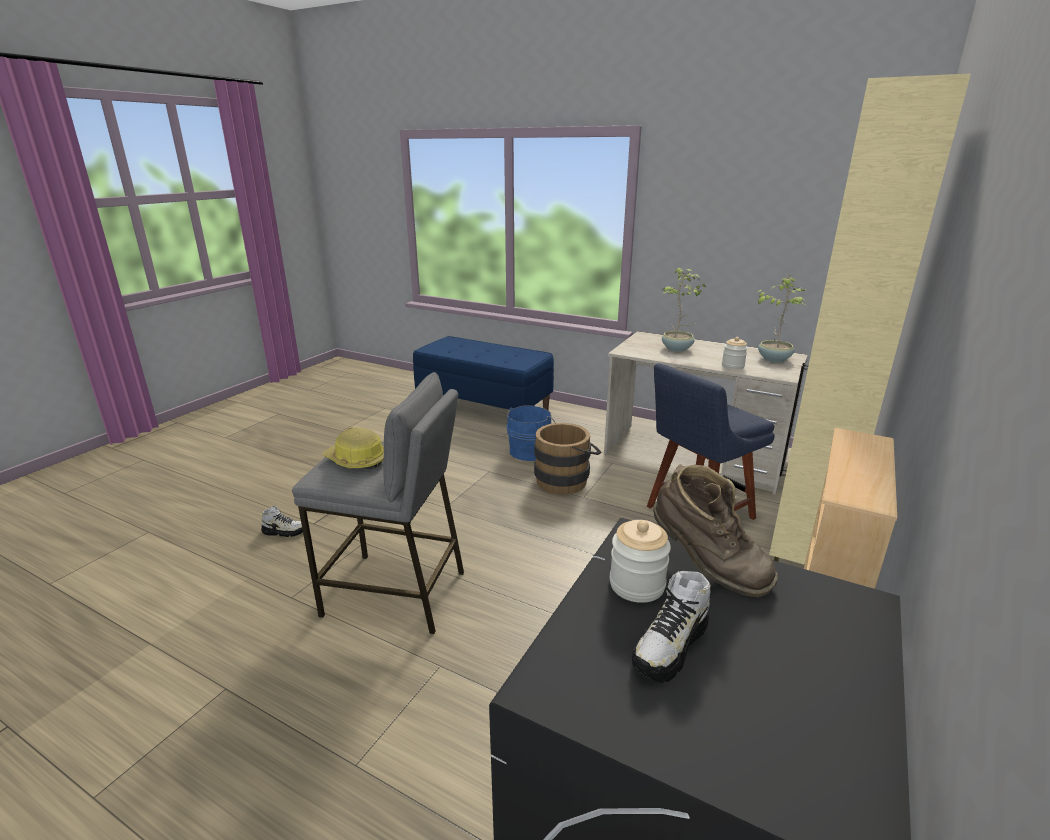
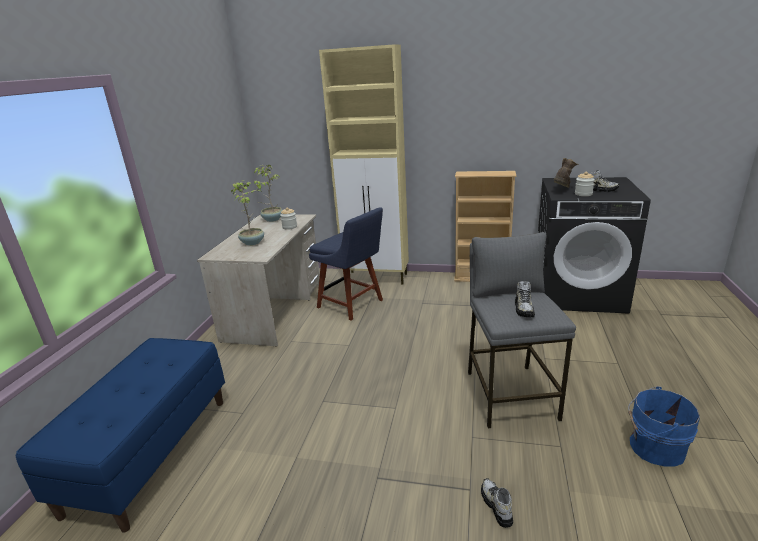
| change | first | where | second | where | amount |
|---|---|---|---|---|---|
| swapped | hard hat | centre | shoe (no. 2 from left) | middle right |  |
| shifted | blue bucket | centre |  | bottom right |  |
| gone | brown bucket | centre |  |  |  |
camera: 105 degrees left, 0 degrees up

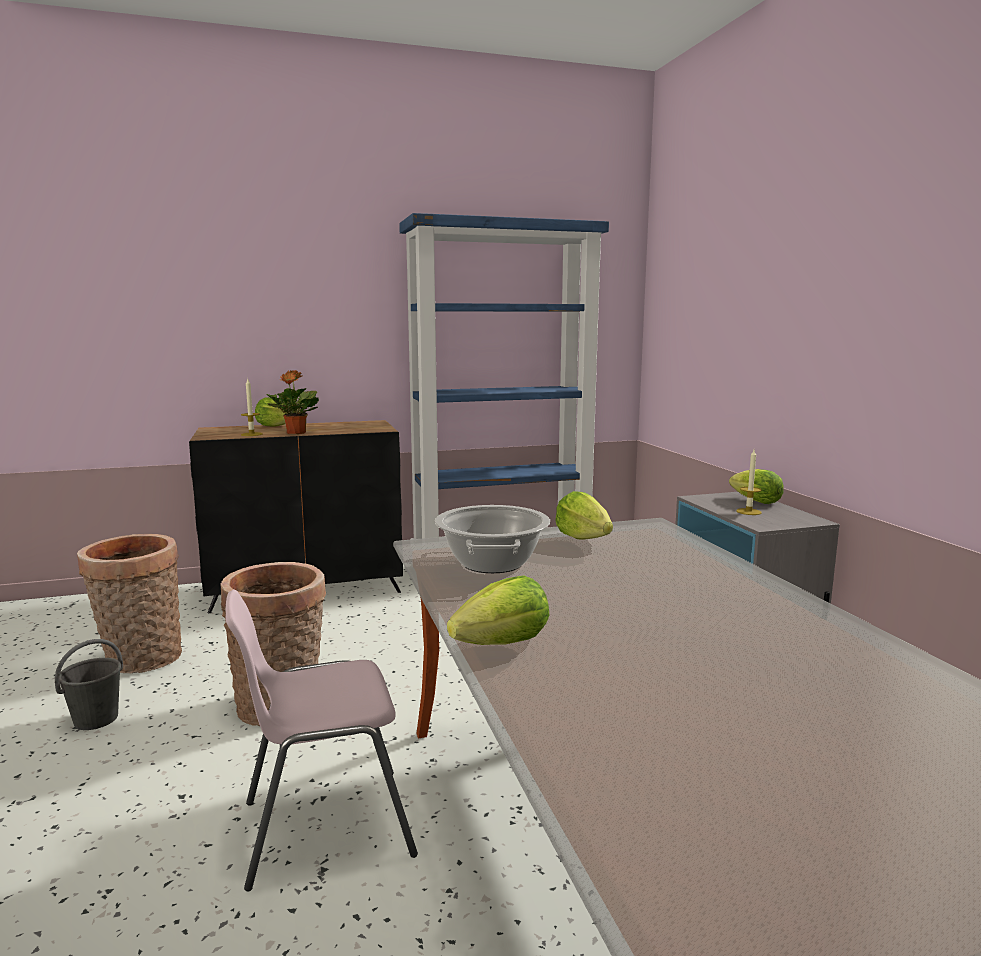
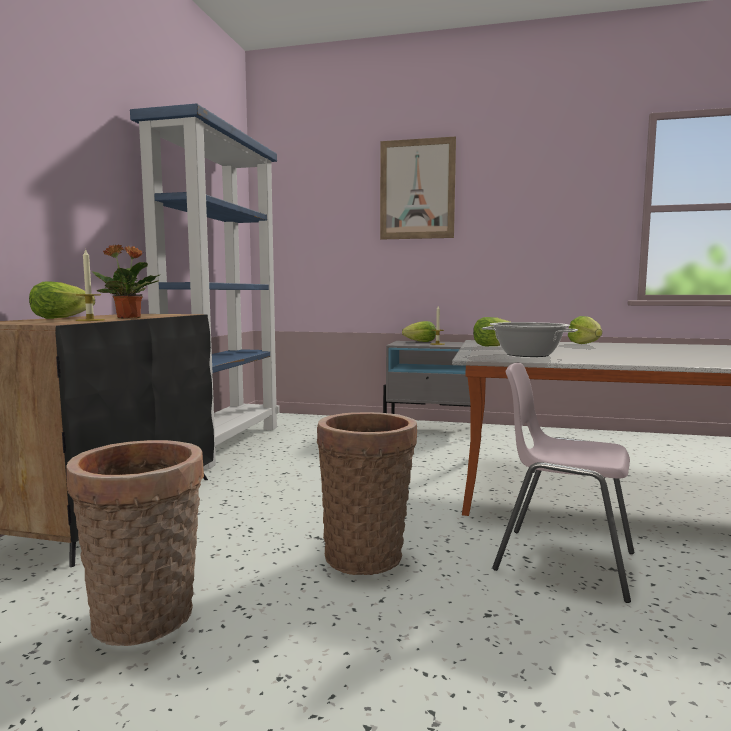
| change | first | where | second | where | amount |
|---|---|---|---|---|---|
| new |  |  | picture | top centre |  |
| rotated | pink chair | bottom left |  | middle right | 105 degrees clockwise |
| shifted | lettuce (no. 2 from left in the first image) | centre | lettuce (no. 4 from left) | middle right |  |
| gone | grey bucket | bottom left |  |  |  |
camera: 60 degrees left, 5 degrees down

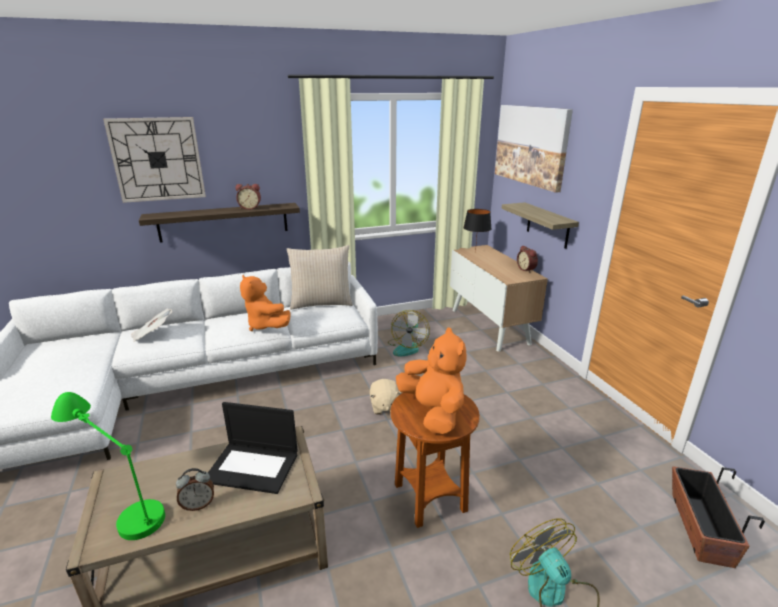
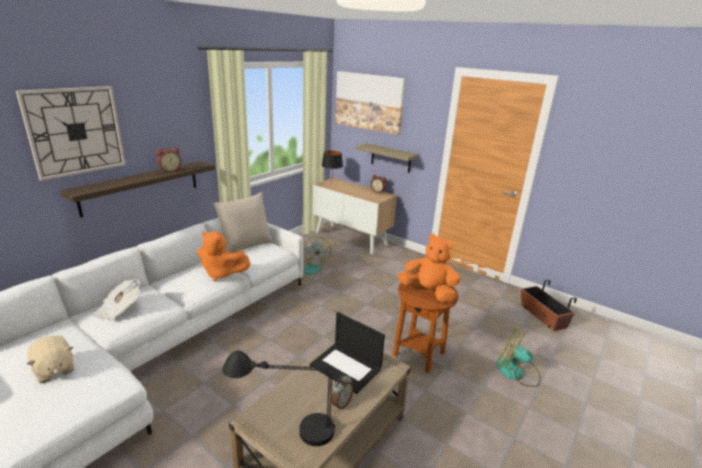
| change | first | where | second | where | amount |
|---|---|---|---|---|---|
| shifted | beige plush toy | centre |  | bottom left |  |
| repainted | green table lamp | bottom left | black table lamp (no. 1 from left) | bottom centre |  |
| rotated | laptop | bottom left |  | bottom centre | 60 degrees clockwise |
camera: 35 degrees left, 0 degrees up

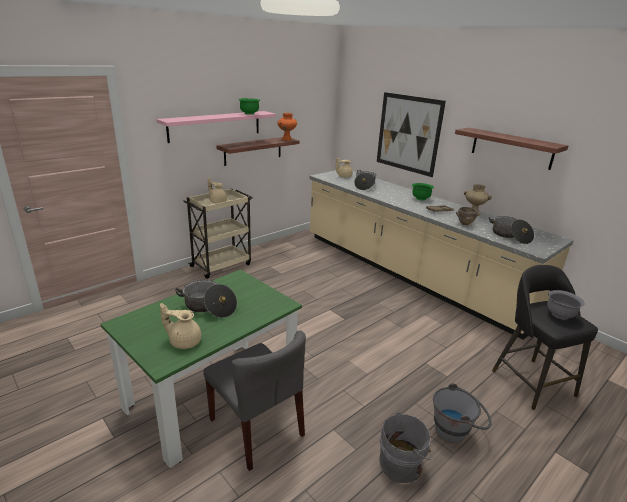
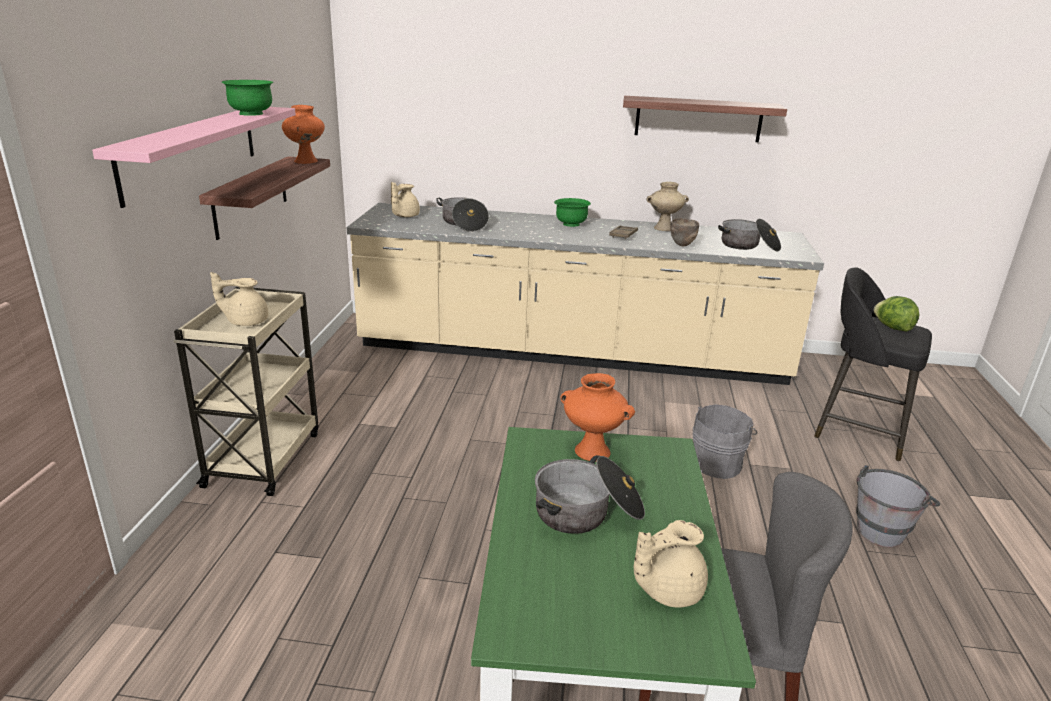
| change | first | where | second | where | amount |
|---|---|---|---|---|---|
| new |  |  | orange vase (no. 2 from left) | centre |  |
| shifted | grey bucket (no. 1 from left) | bottom centre |  | middle right |  |
| swapped | grey bowl | middle right | lettuce | middle right |  |
| gone | picture | top centre |  |  |  |
camera: 40 degrees left, 0 degrees up

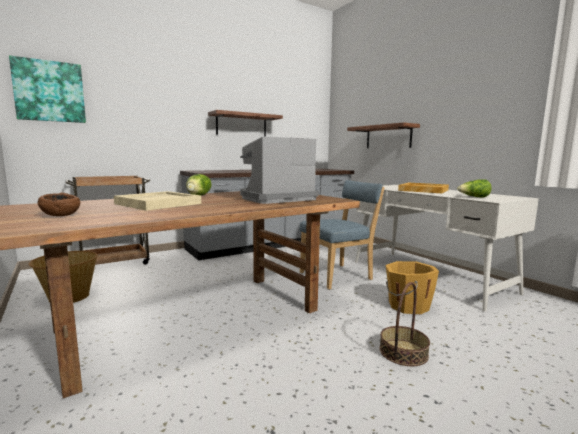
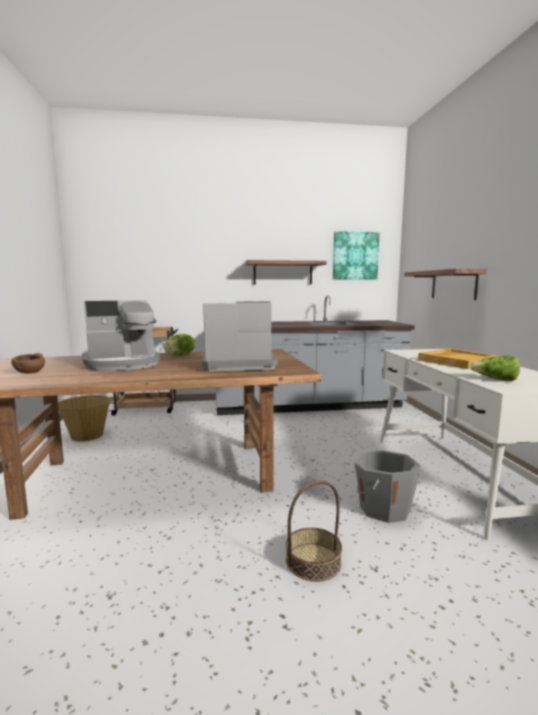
| change | first | where | second | where | amount |
|---|---|---|---|---|---|
| swapped | beige tray (no. 1 from left) | middle left | coffee machine (no. 1 from left) | middle left |  |
| shifted | picture | top left |  | centre |  |
| repainted | orange bucket | middle right | grey bucket | bottom right |  |
| gone | blue chair | centre |  |  |  |
camera: 25 degrees right, 0 degrees up

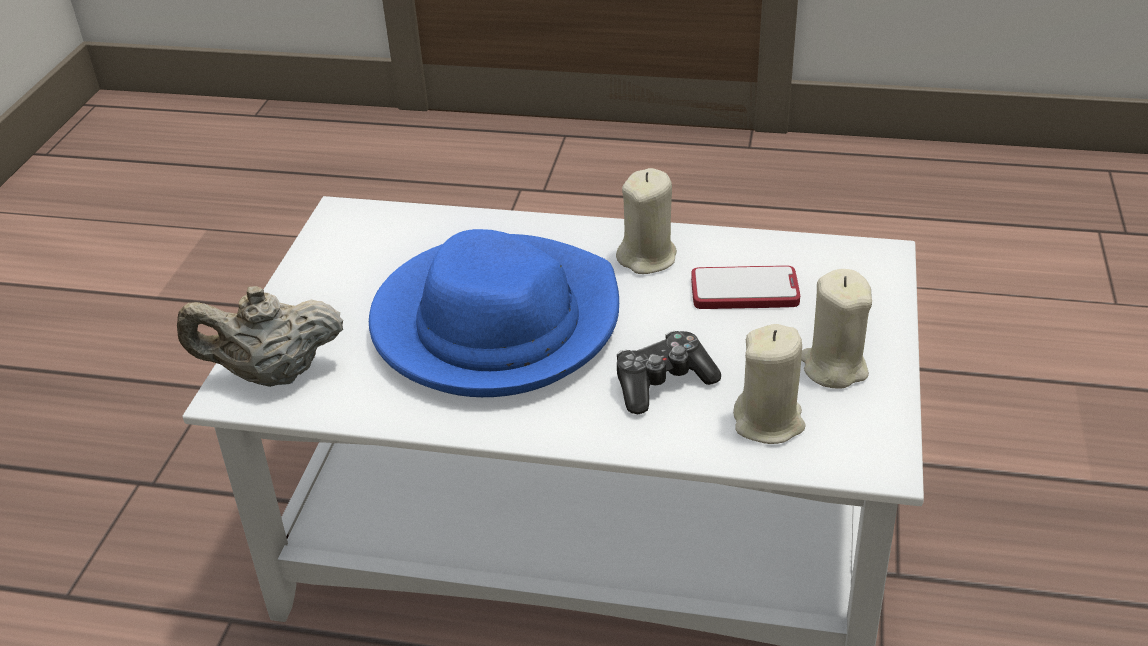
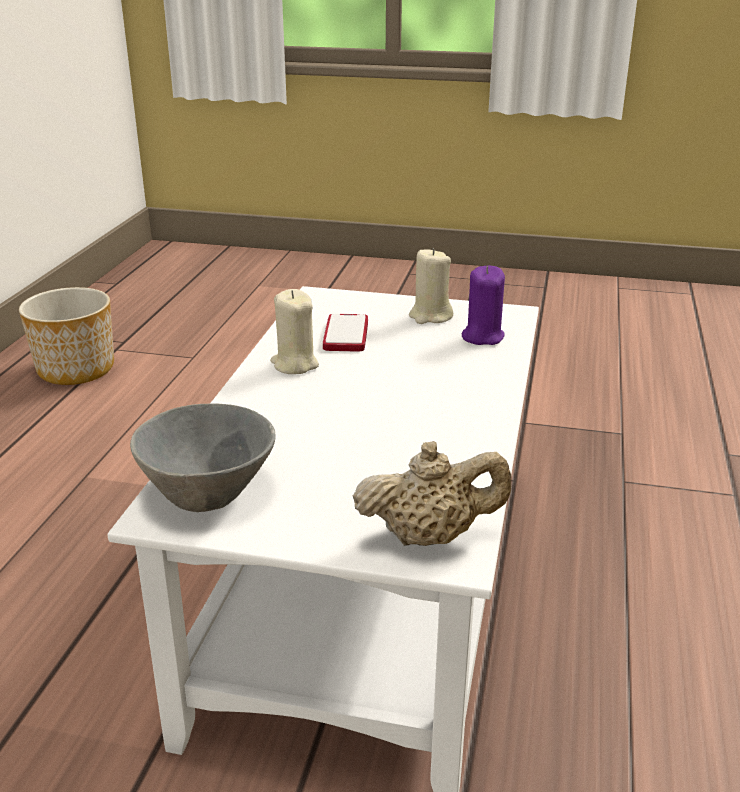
| change | first | where | second | where | amount |
|---|---|---|---|---|---|
| new |  |  | planter | middle left |  |
| new |  |  | grey bowl | middle left |  |
| rotated | beige teapot | middle left |  | centre | 90 degrees counterclockwise |
| repainted | beige candle (no. 2 from left) | middle right | purple candle | centre |  |
| gone | blue hat | centre |  |  |  |
| gone | game controller | centre |  |  |  |
camera: 90 degrees left, 10 degrees down

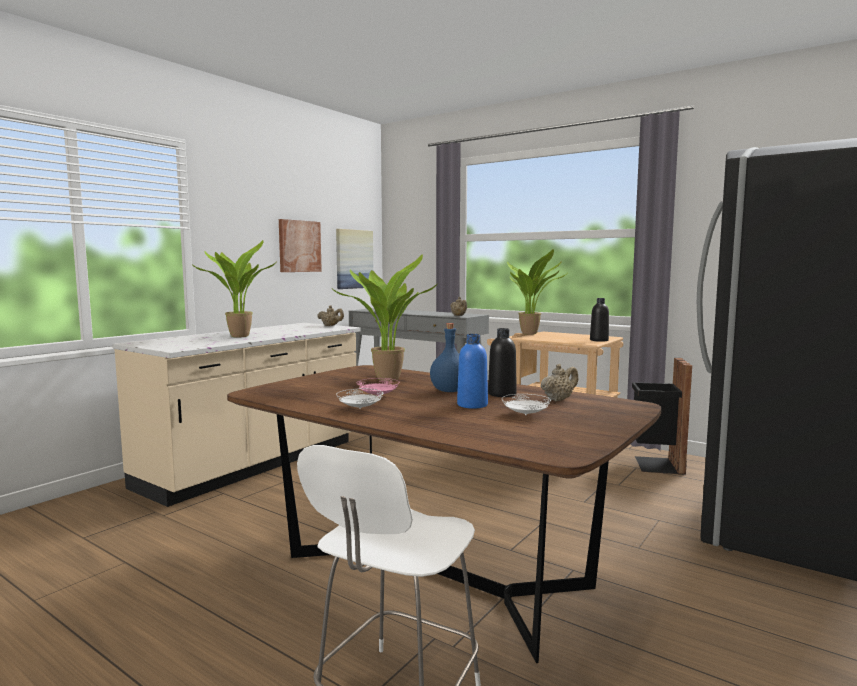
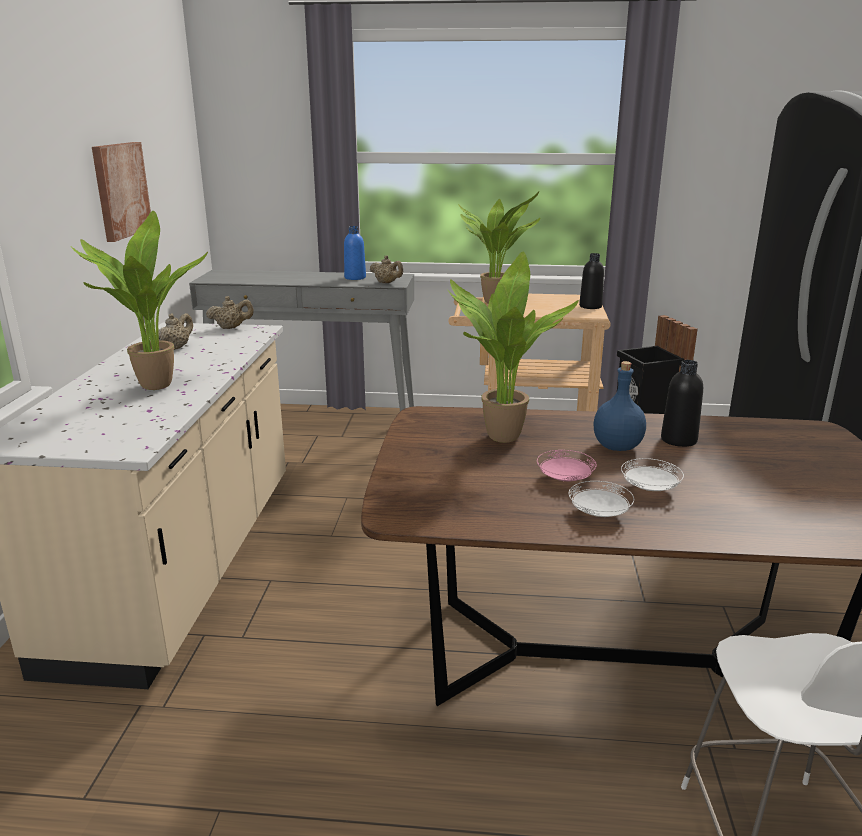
| change | first | where | second | where | amount |
|---|---|---|---|---|---|
| shifted | beige teapot (no. 3 from left in the first image) | centre | beige teapot (no. 1 from left) | middle left |  |
| shifted | blue bottle (no. 2 from left in the first image) | centre | blue bottle (no. 1 from left) | top centre |  |
| shifted | white plate (no. 2 from left) | centre |  | middle right |  |
| gone | picture (no. 2 from left) | centre |  |  |  |
camera: 30 degrees left, 15 degrees up

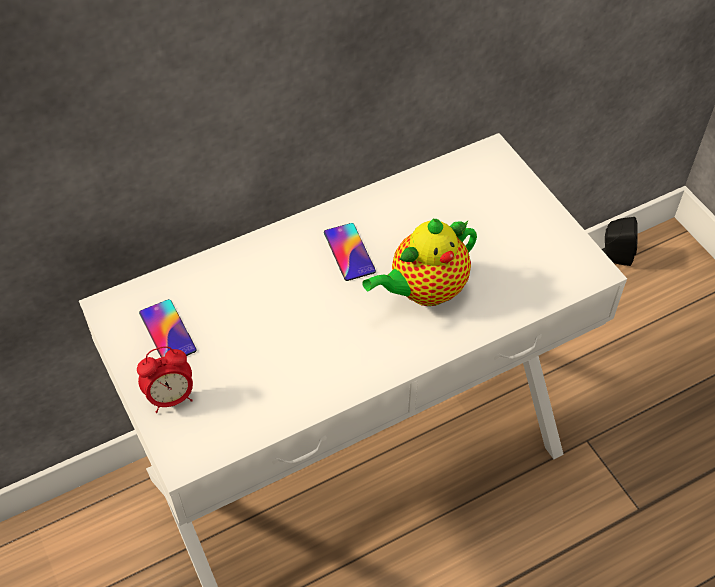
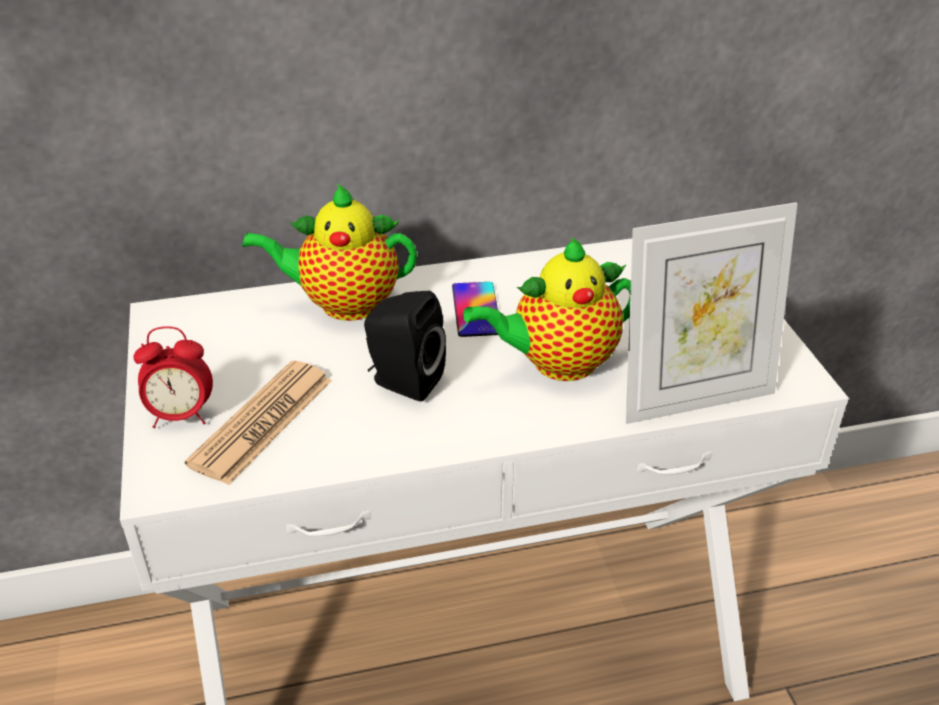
| change | first | where | second | where | amount |
|---|---|---|---|---|---|
| new |  |  | newspaper | middle left |  |
| new |  |  | teapot (no. 1 from left) | centre |  |
| shifted | black speaker | middle right |  | centre |  |
| new |  |  | picture frame | middle right |  |
| gone | phone (no. 1 from left) | middle left |  |  |  |
camera: 15 degrees right, 15 degrees down

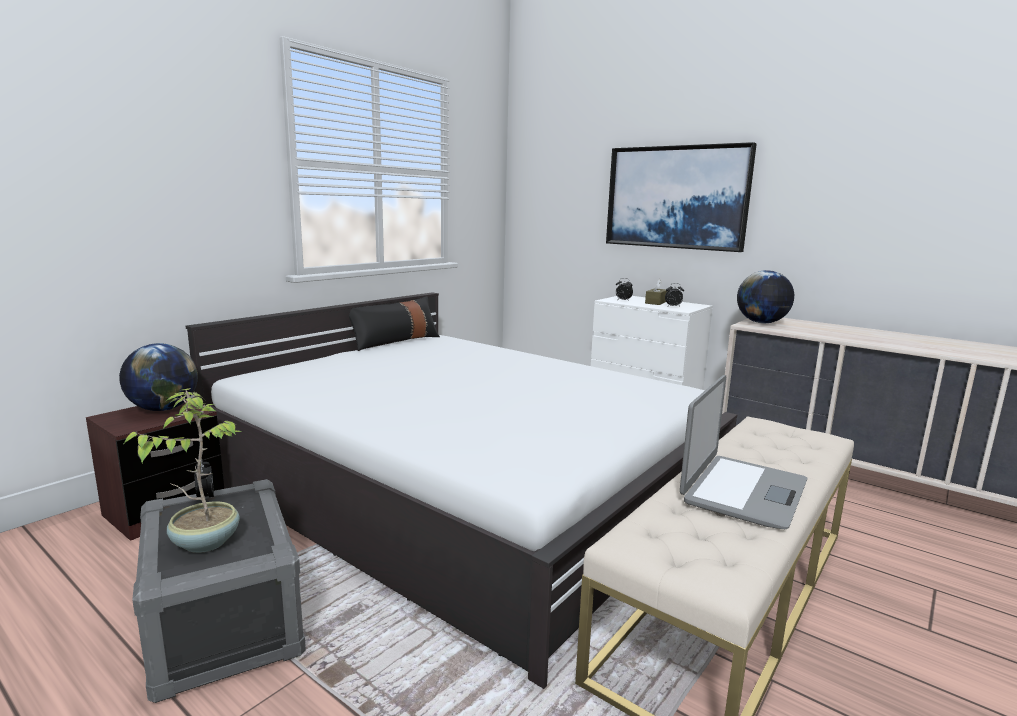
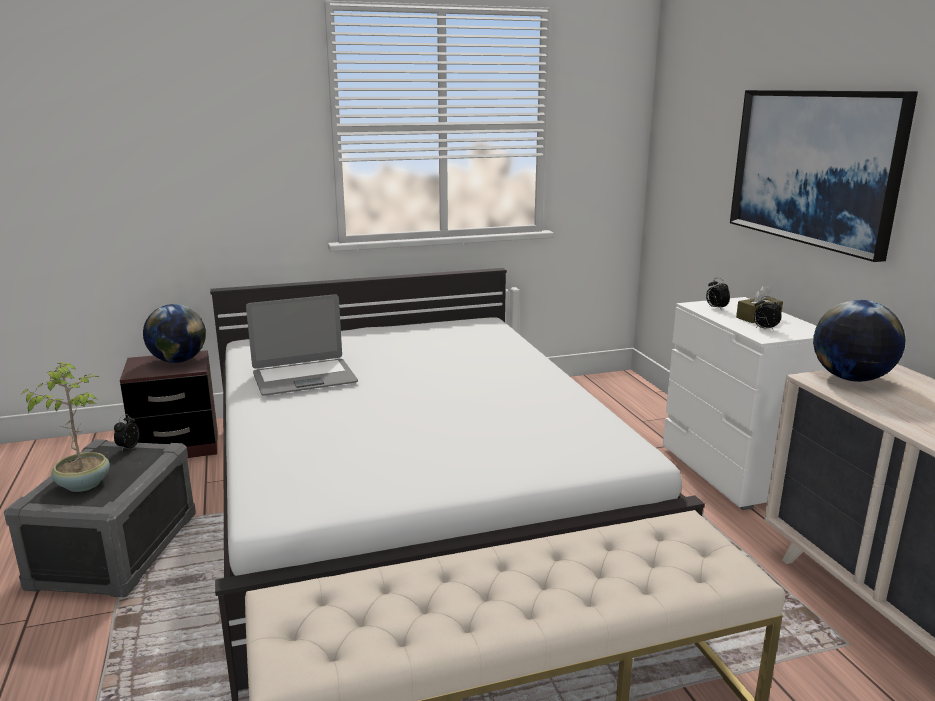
| change | first | where | second | where | amount |
|---|---|---|---|---|---|
| shifted | laptop | middle right |  | middle left |  |
| gone | black pillow | centre |  |  |  |
camera: 35 degrees right, 5 degrees up

